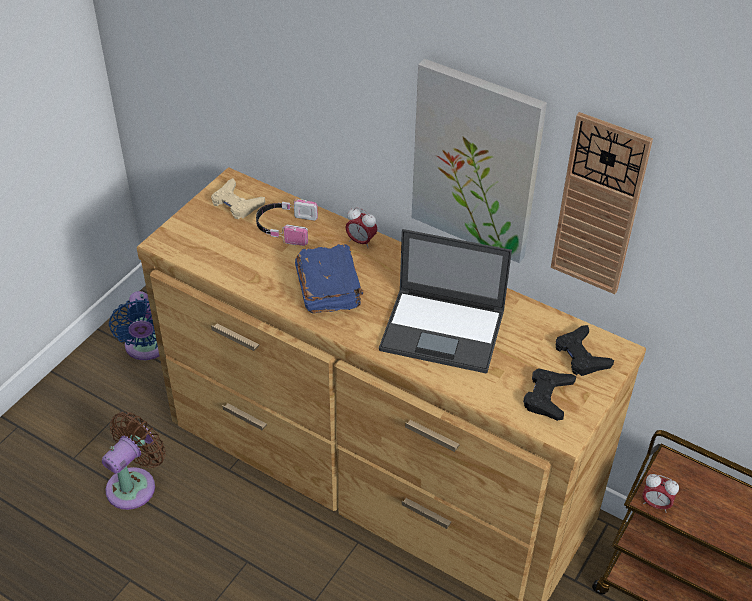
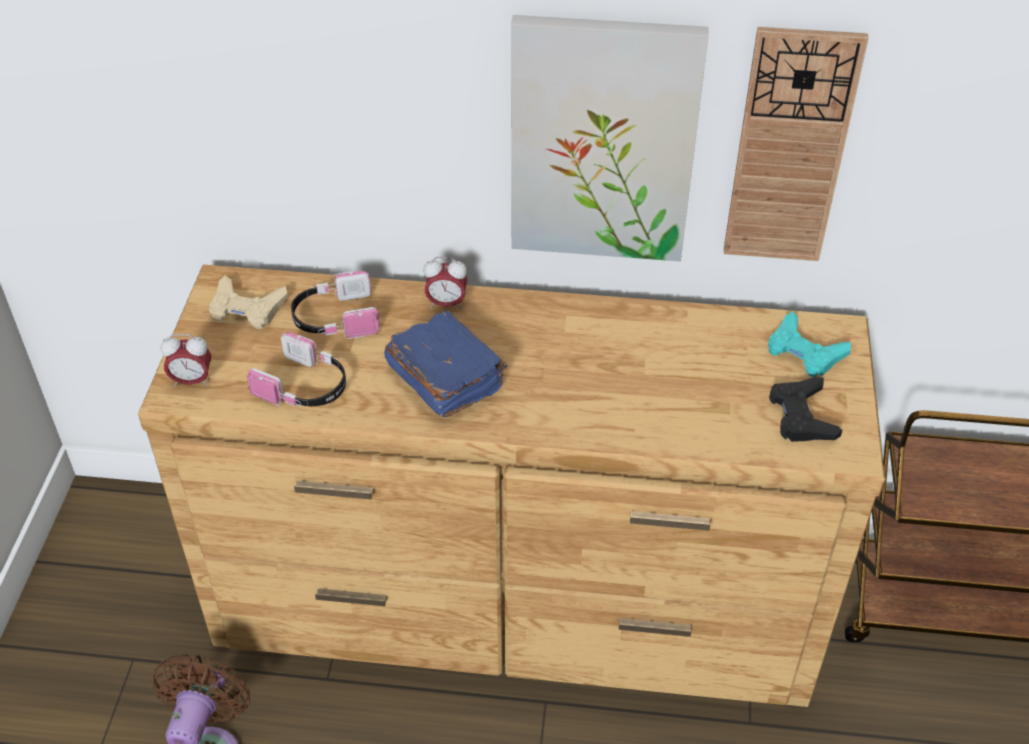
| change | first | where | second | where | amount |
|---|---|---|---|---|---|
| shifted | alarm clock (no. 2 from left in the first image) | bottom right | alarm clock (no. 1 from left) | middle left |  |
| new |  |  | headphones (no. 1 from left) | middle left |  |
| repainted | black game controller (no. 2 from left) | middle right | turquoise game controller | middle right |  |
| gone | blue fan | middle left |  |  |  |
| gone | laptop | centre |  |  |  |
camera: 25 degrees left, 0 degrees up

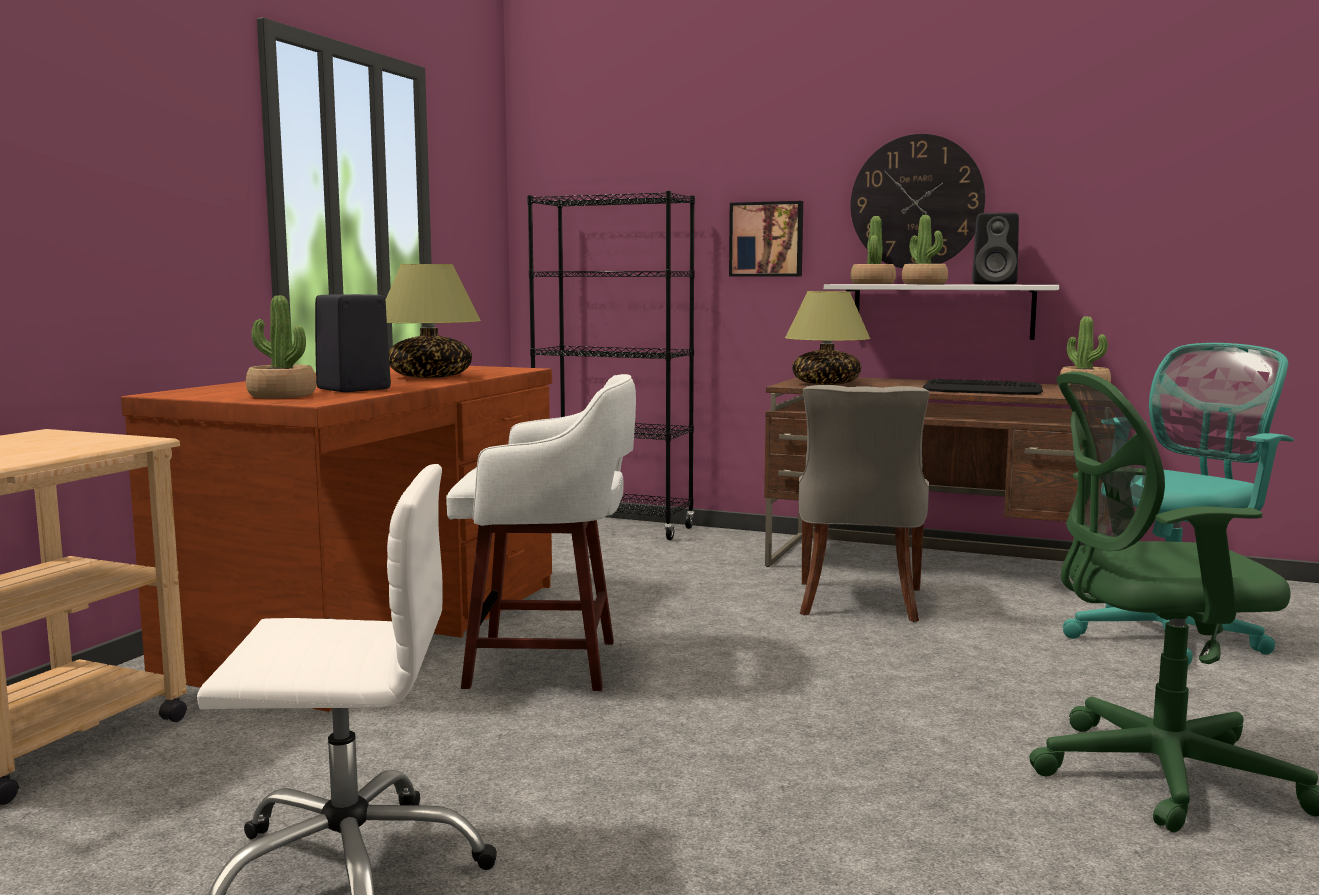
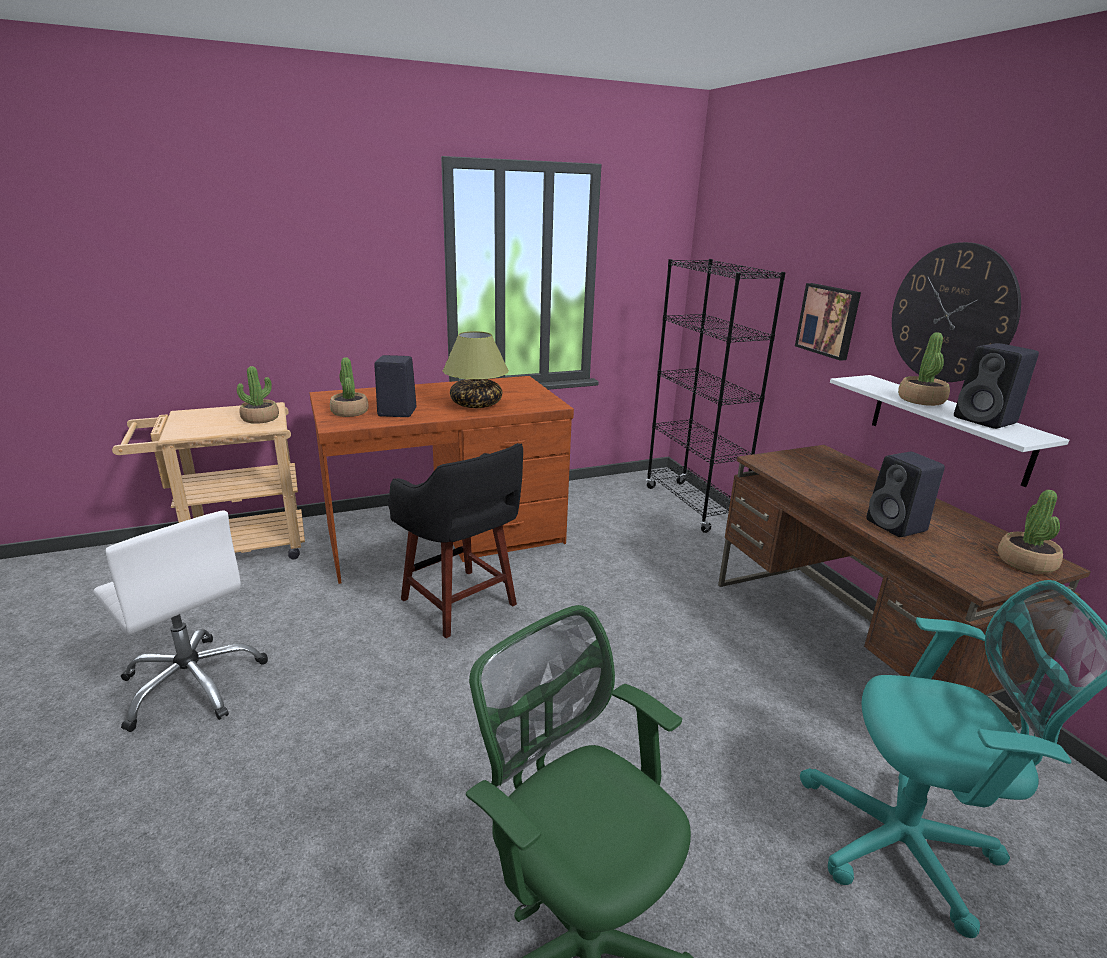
| change | first | where | second | where | amount |
|---|---|---|---|---|---|
| shifted | potted plant (no. 2 from left in the first image) | top centre | potted plant (no. 1 from left) | middle left |  |
| repainted | white stool | centre | black stool | centre |  |
| swapped | keyboard | middle right | black speaker (no. 2 from left) | middle right |  |
| gone | table lamp (no. 2 from left) | centre |  |  |  |
| gone | grey chair | centre |  |  |  |
camera: 45 degrees right, 15 degrees up

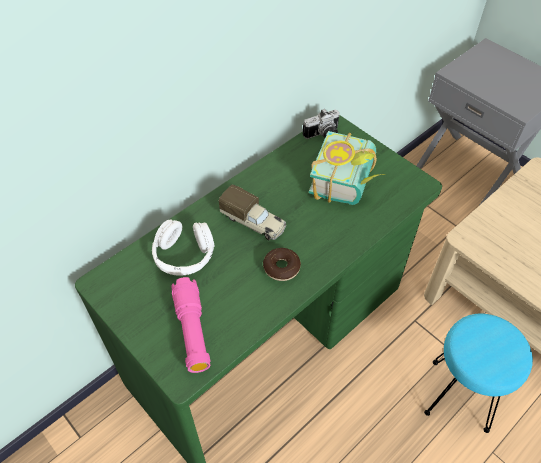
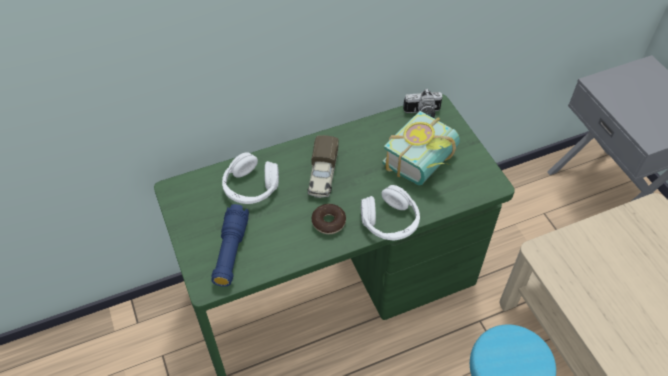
| change | first | where | second | where | amount |
|---|---|---|---|---|---|
| repainted | pink flashlight | bottom centre | blue flashlight | centre |  |
| rotated | toy truck | centre |  | centre | 45 degrees clockwise |
| new |  |  | white headphones (no. 2 from left) | centre |  |
camera: 20 degrees right, 0 degrees up

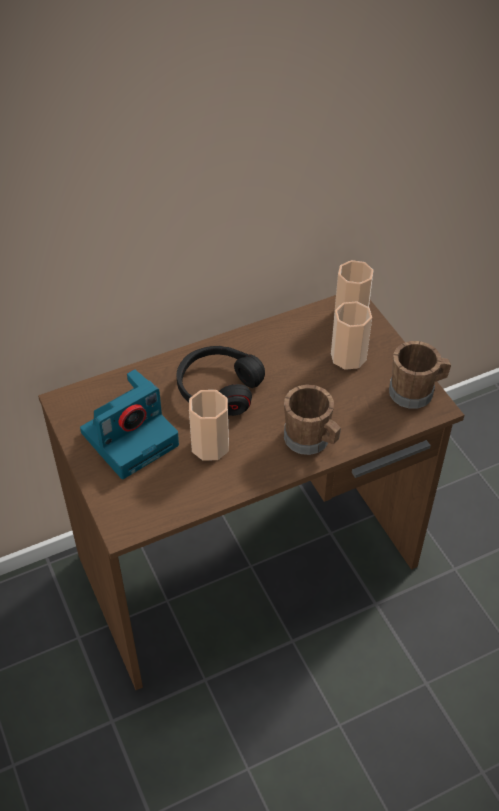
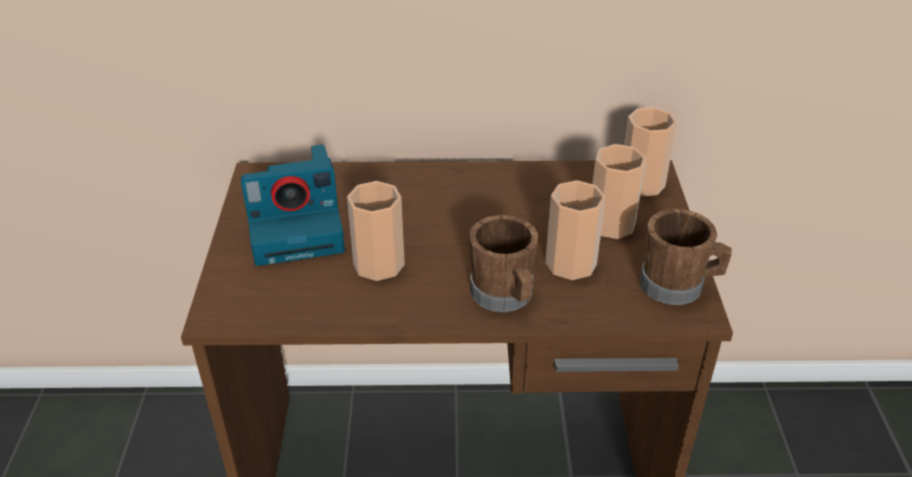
| change | first | where | second | where | amount |
|---|---|---|---|---|---|
| new |  |  | cup (no. 2 from left) | centre |  |
| gone | black headphones | centre |  |  |  |
camera: 25 degrees right, 10 degrees down

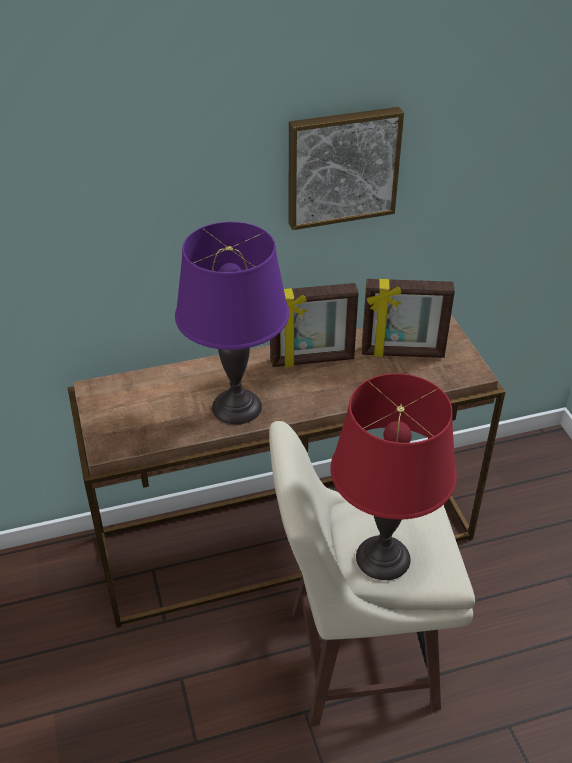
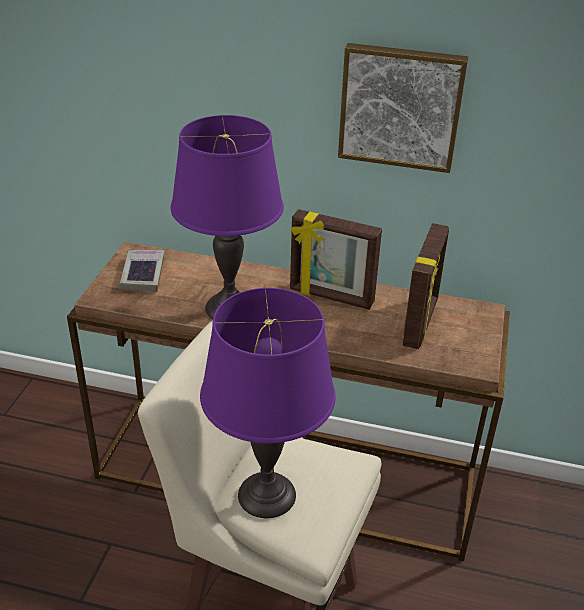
| change | first | where | second | where | amount |
|---|---|---|---|---|---|
| new |  |  | book | middle left |  |
| repainted | red table lamp | middle right | purple table lamp (no. 2 from left) | centre |  |
| rotated | picture frame (no. 2 from left) | middle right |  | middle right | 105 degrees counterclockwise |
camera: 30 degrees right, 5 degrees down

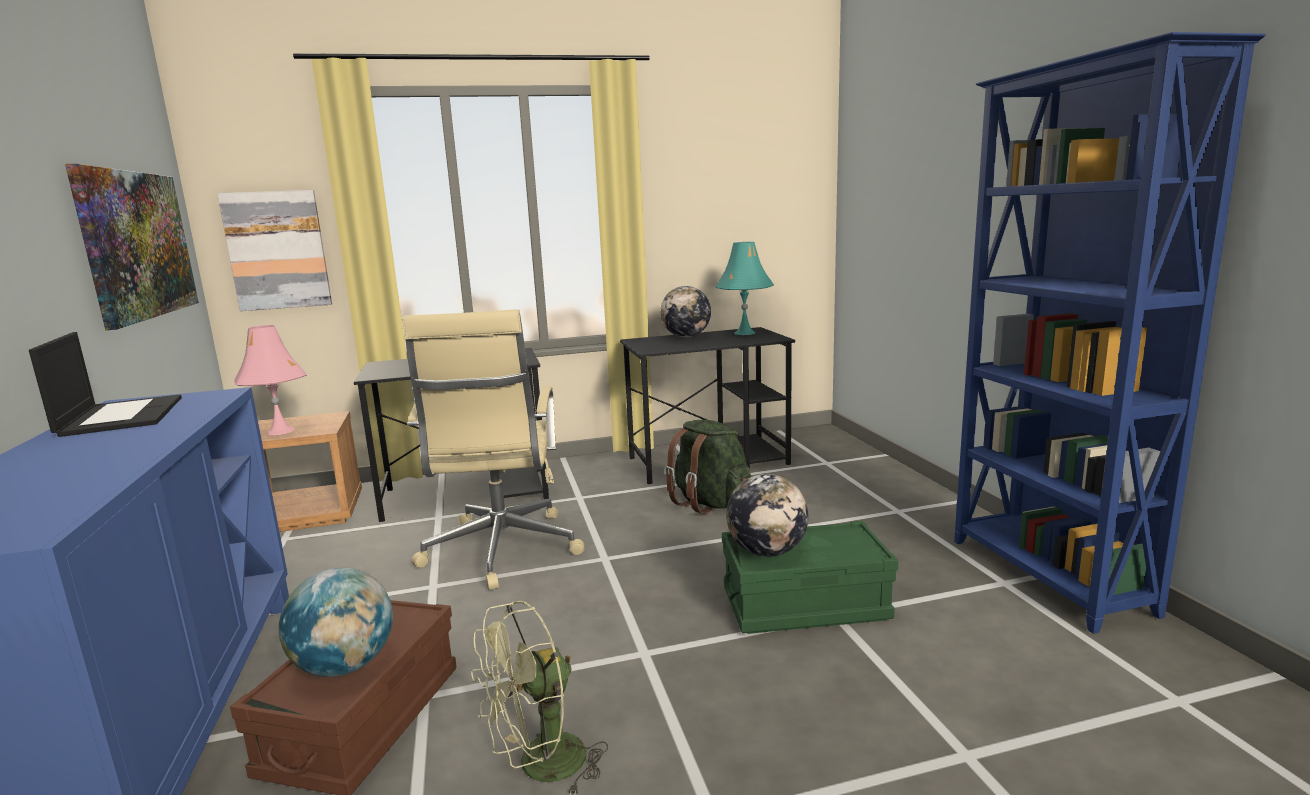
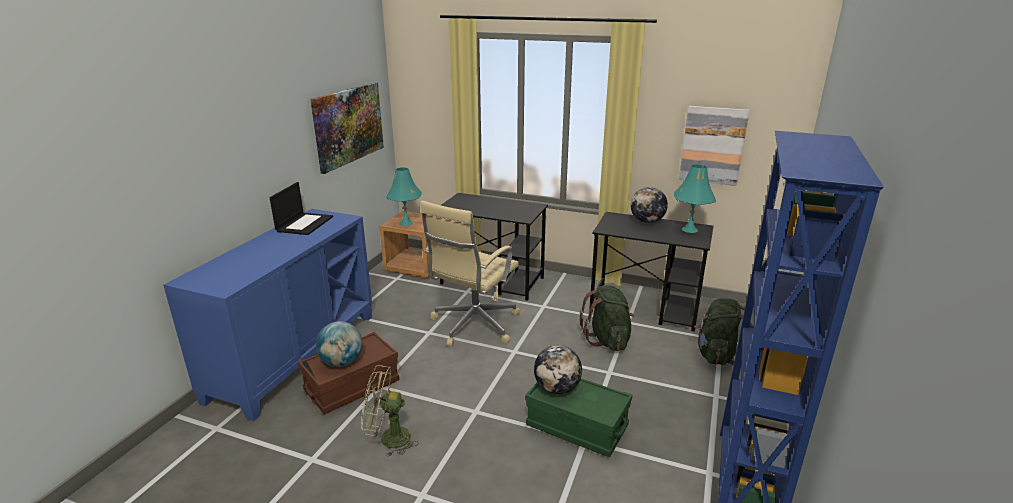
| change | first | where | second | where | amount |
|---|---|---|---|---|---|
| repainted | pink table lamp | middle left | turquoise table lamp (no. 1 from left) | centre |  |
| shifted | picture (no. 2 from left) | top left |  | top right |  |
| new |  |  | green backpack (no. 2 from left) | middle right |  |
camera: 35 degrees right, 10 degrees up

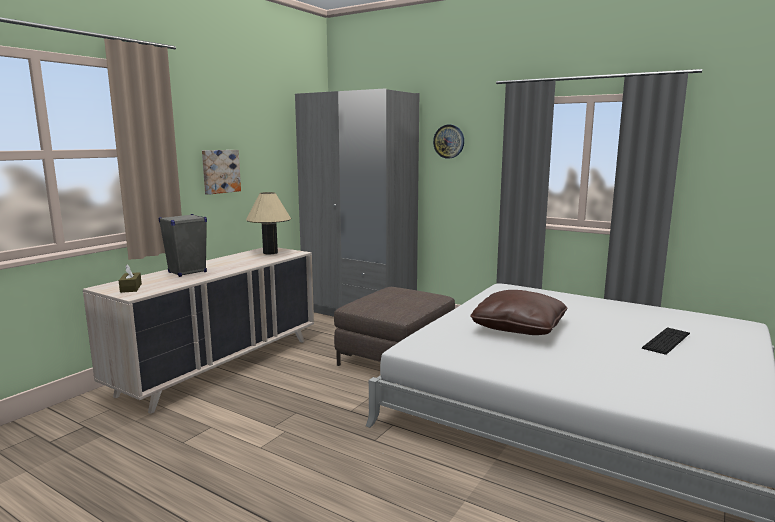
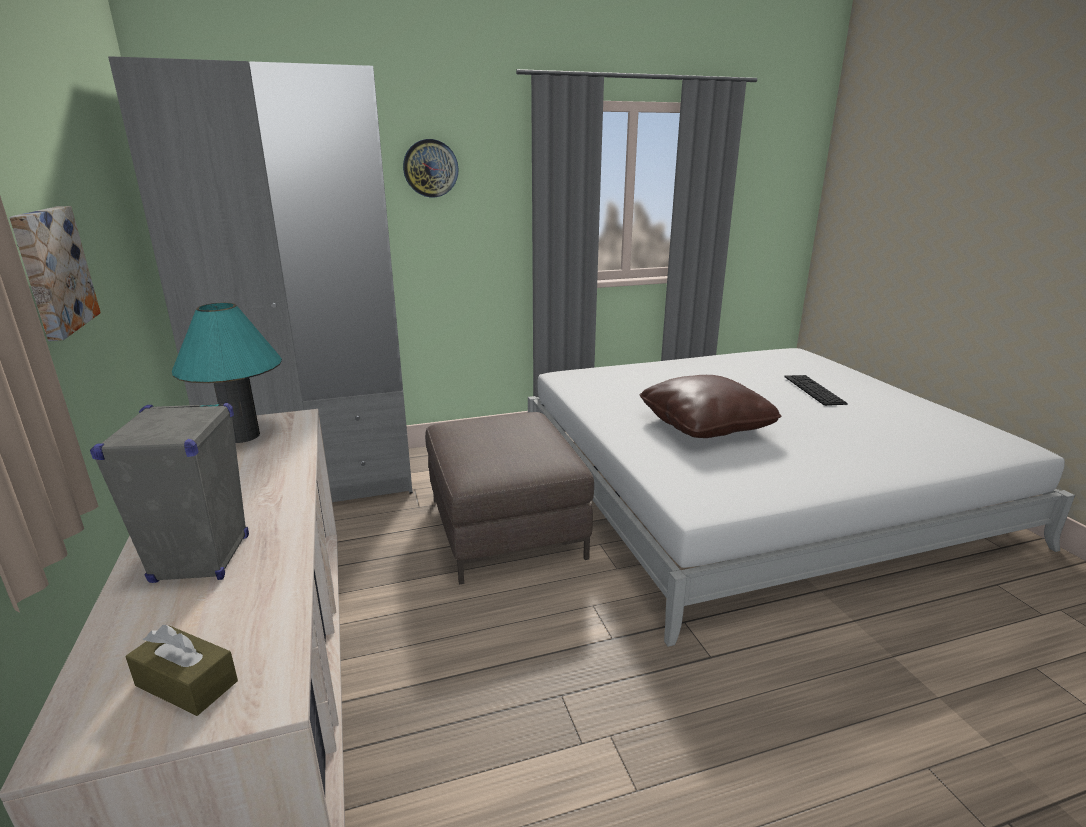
| change | first | where | second | where | amount |
|---|---|---|---|---|---|
| repainted | beige table lamp | centre | turquoise table lamp | middle left |  |
camera: 50 degrees left, 10 degrees up

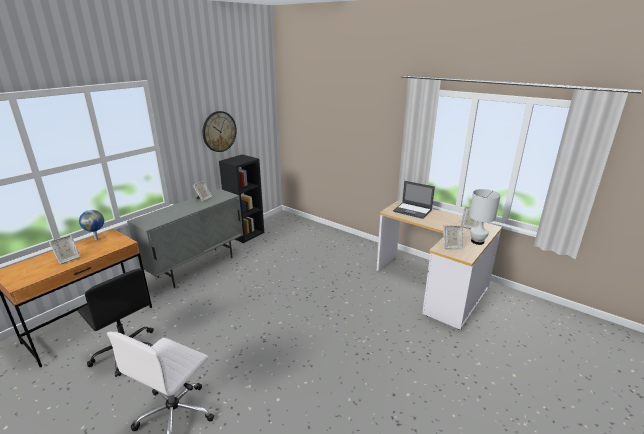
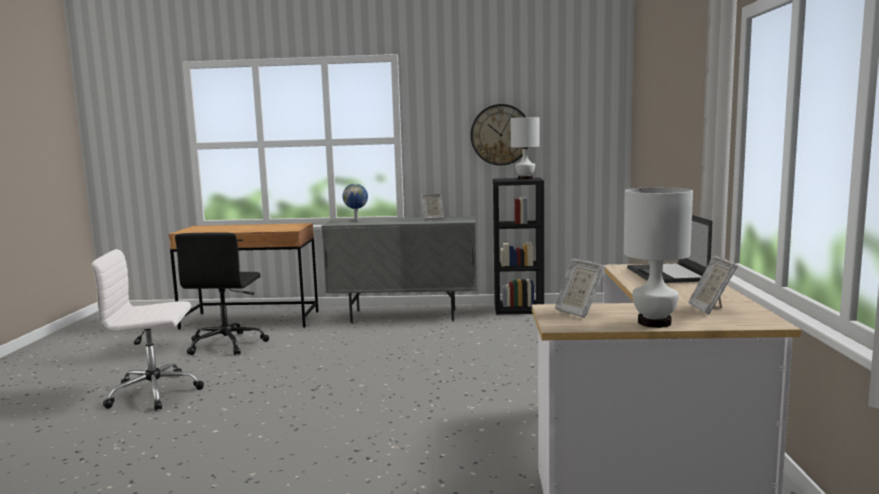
| change | first | where | second | where | amount |
|---|---|---|---|---|---|
| shifted | globe | middle left |  | centre |  |
| new |  |  | white table lamp (no. 1 from left) | top centre |  |
| gone | picture frame (no. 1 from left) | middle left |  |  |  |
camera: 55 degrees right, 15 degrees down

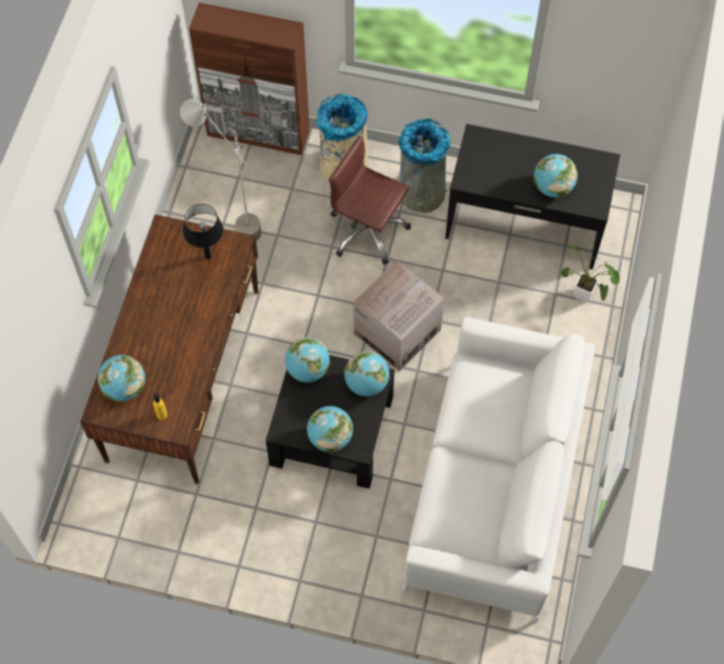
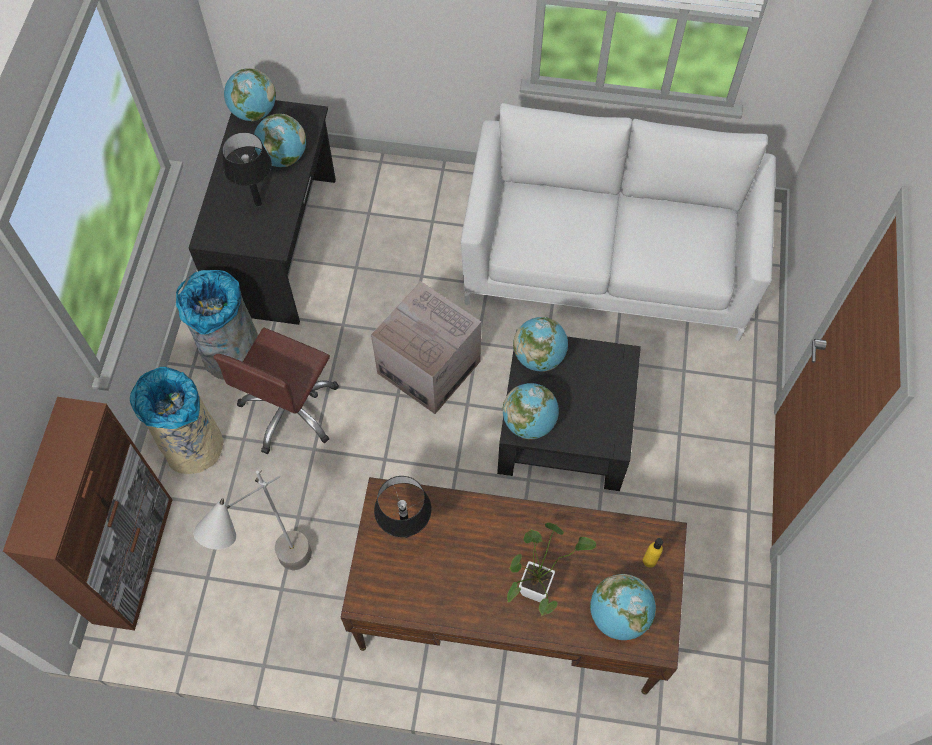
| change | first | where | second | where | amount |
|---|---|---|---|---|---|
| new |  |  | black table lamp (no. 1 from left) | top left |  |
| shifted | globe (no. 3 from left in the first image) | centre | globe (no. 1 from left) | top left |  |
| shifted | potted plant | middle right |  | bottom centre |  |
camera: 95 degrees left, 0 degrees up

